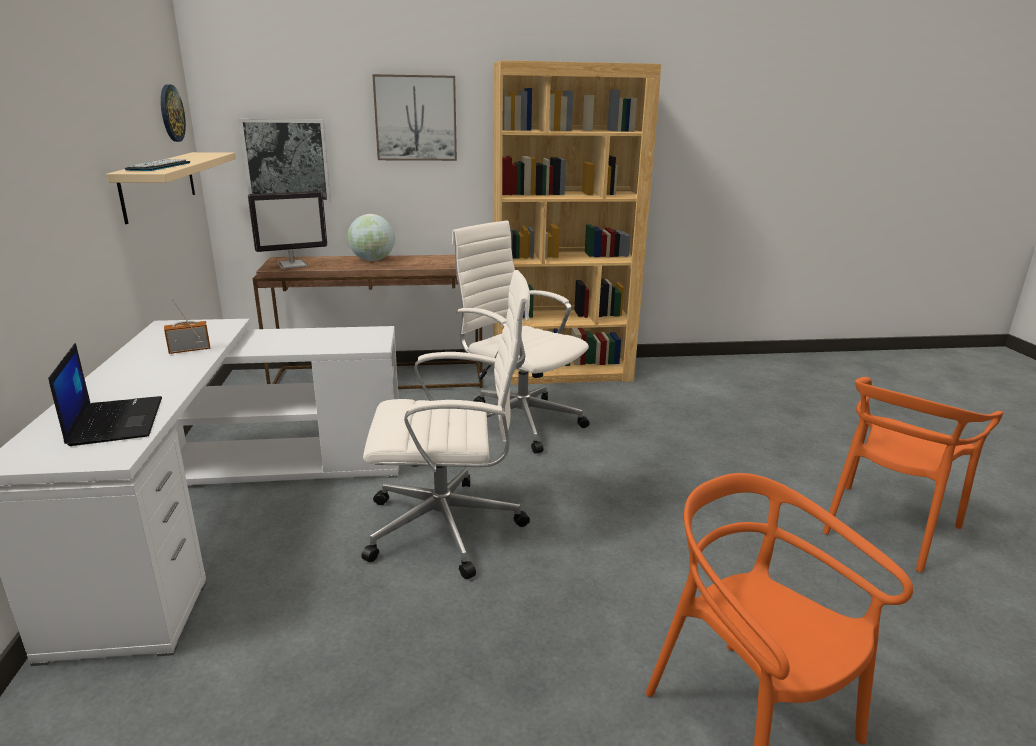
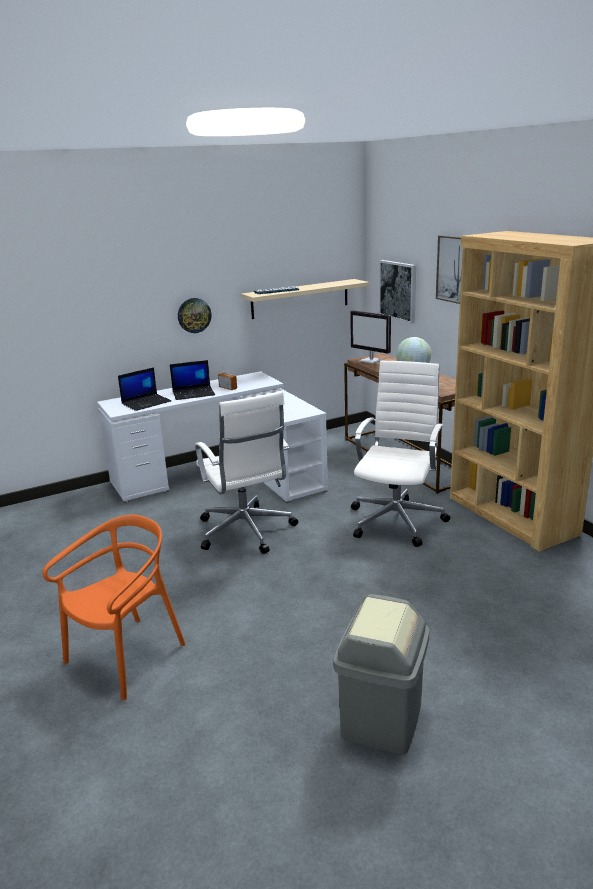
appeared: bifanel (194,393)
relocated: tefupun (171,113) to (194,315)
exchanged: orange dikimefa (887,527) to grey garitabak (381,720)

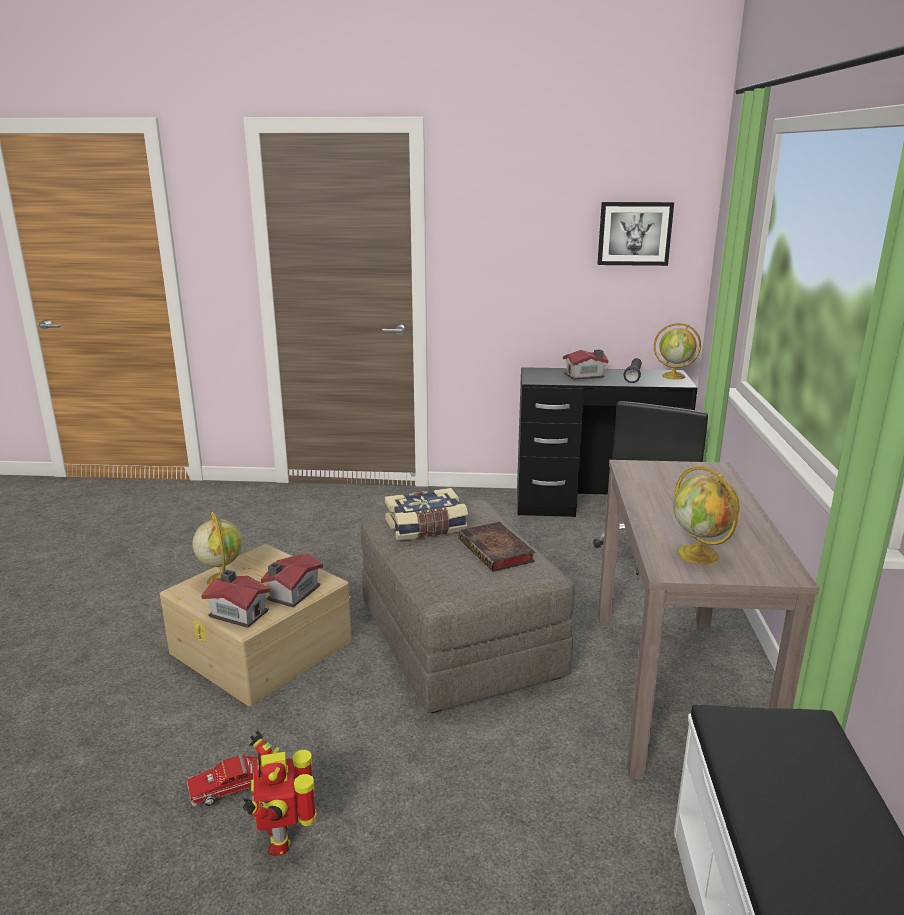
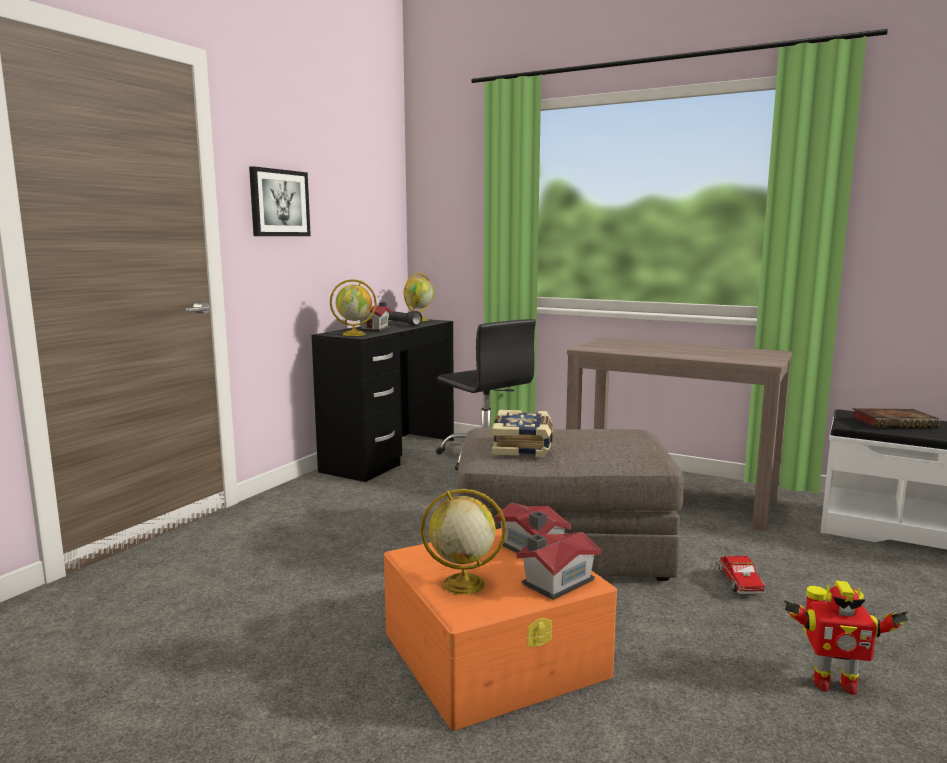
relocated: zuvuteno (634,233) to (279,203); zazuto (699,555) to (354,334); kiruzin (234,788) to (738,582); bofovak (497,551) to (895,423)
colour: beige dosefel (262,647) to orange dosefel (495,653)

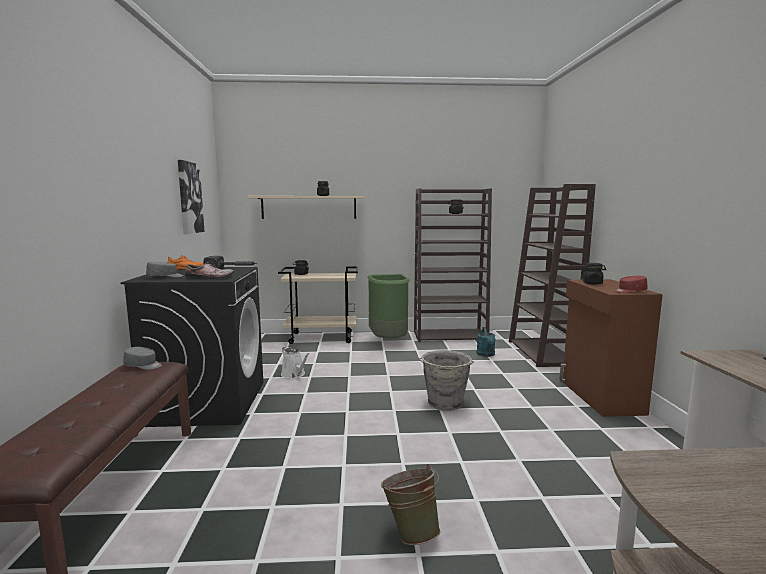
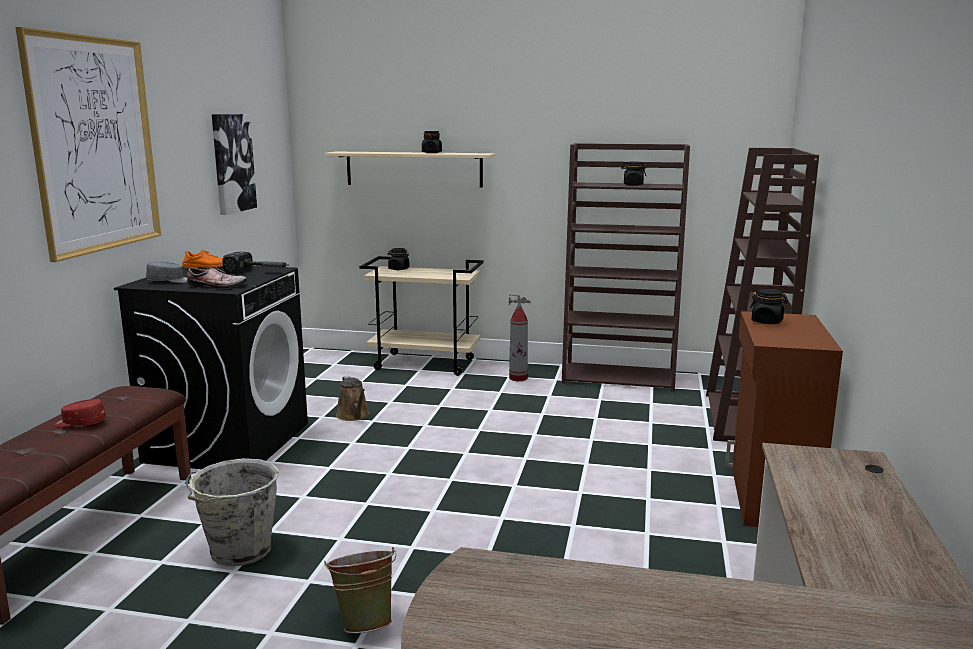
missing: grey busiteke (143,366); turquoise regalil (486,354)
appeared: zuvuteno (95,145)
relocated: red busiteke (629,291) to (80,424); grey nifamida (445,404) to (239,552)
exchanged: green garitabak (389,341) to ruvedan (518,378)
colour: white regalil (294,374) to brown regalil (354,416)

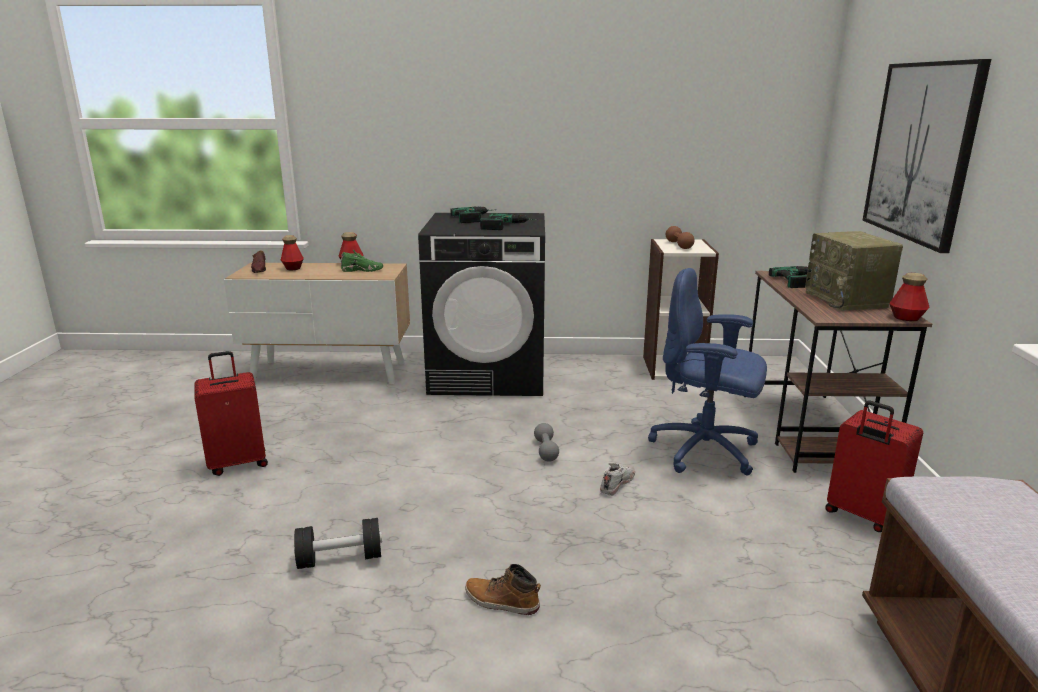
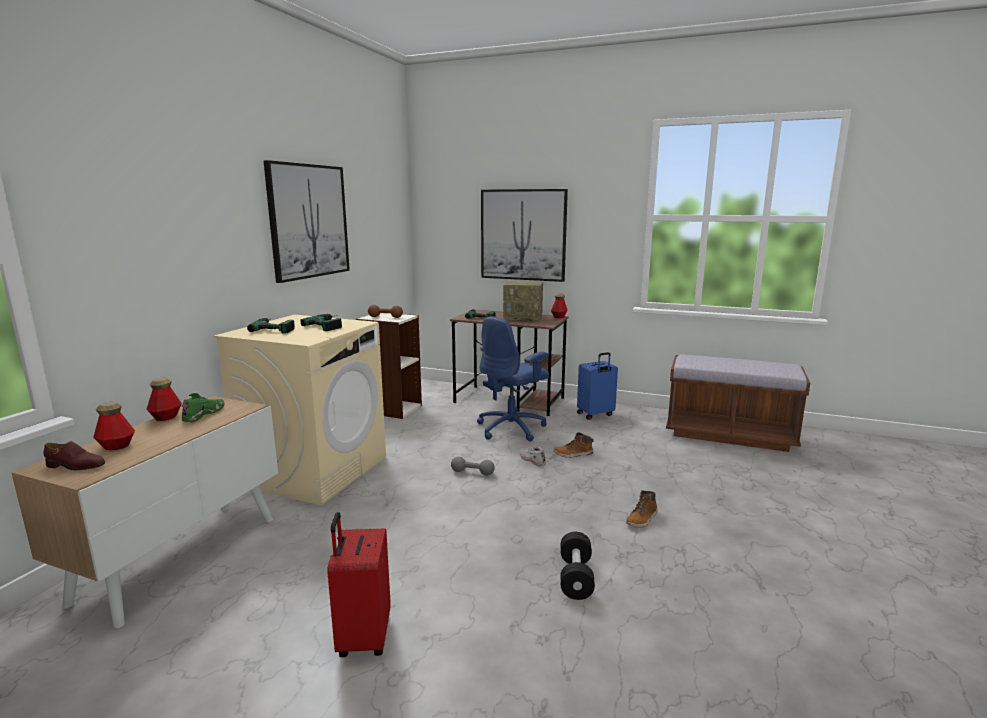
appeared: zuvuteno (309,221); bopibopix (573,454)
colour: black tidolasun (489,374) to beige tidolasun (315,470); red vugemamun (861,516) to blue vugemamun (595,414)

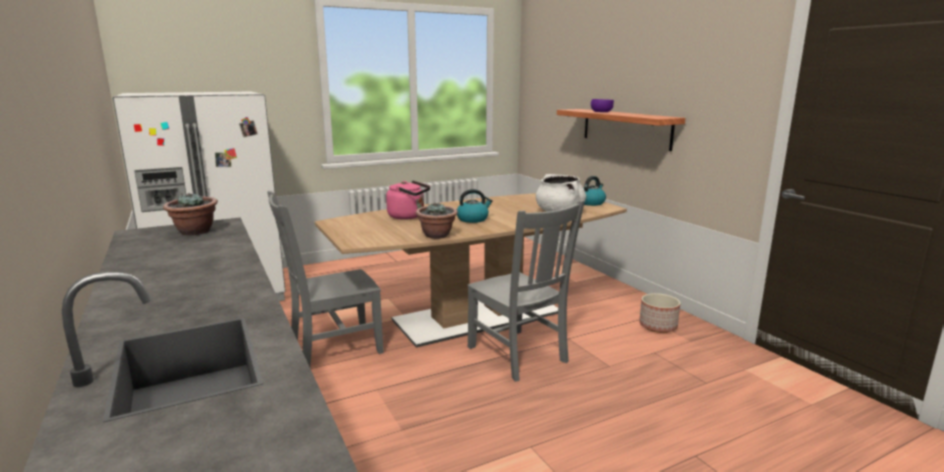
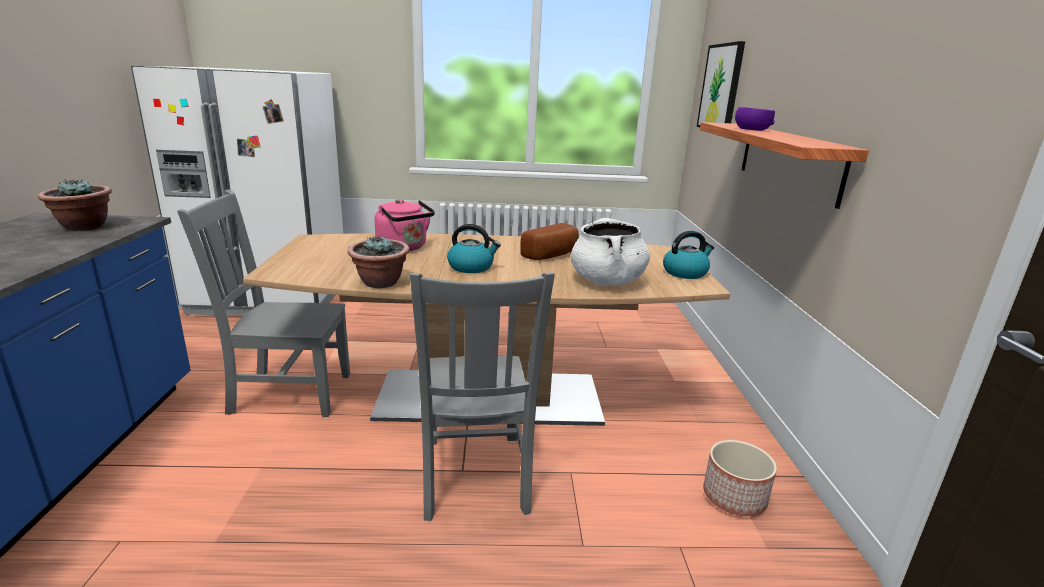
appeared: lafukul (553,255); zuvuteno (721,88)

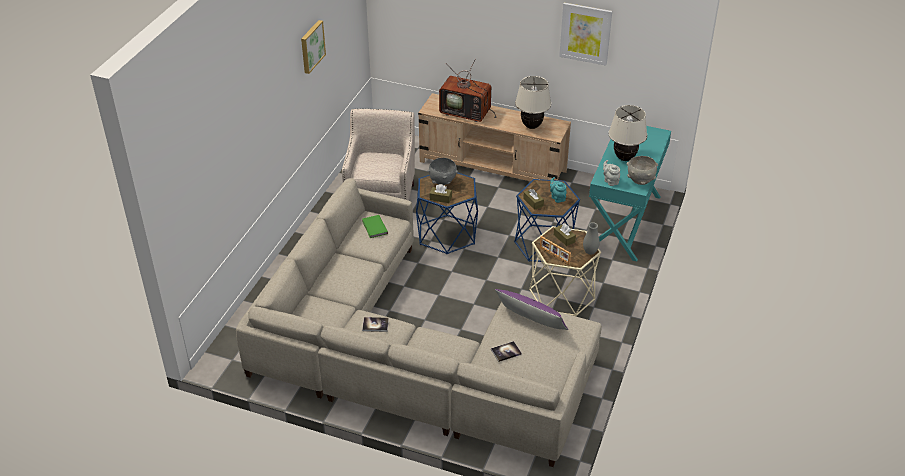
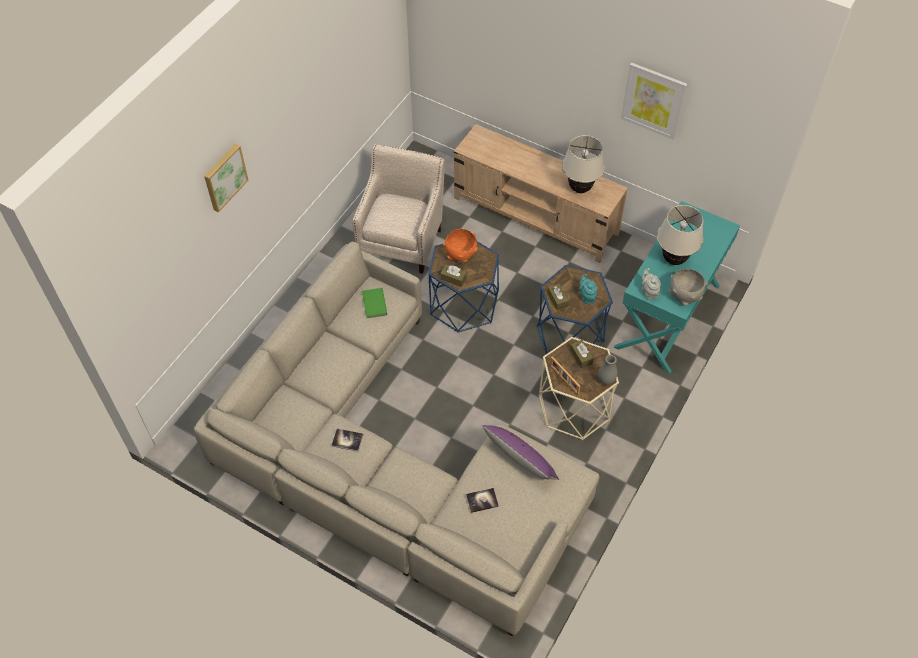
missing: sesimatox (467,112)
relocated: zuvuteno (311,46) to (224,177)
colour: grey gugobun (442,182) to orange gugobun (460,255)

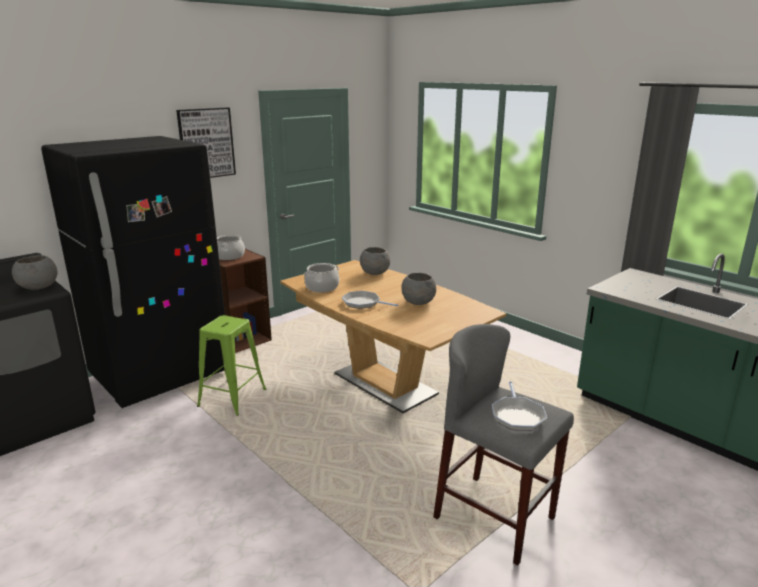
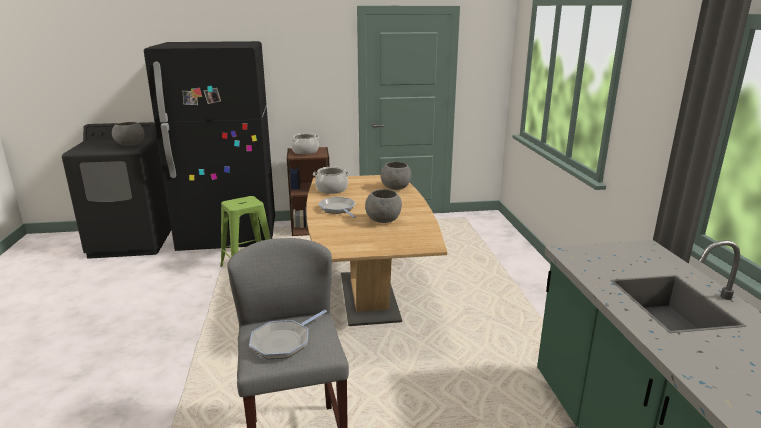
missing: zuvuteno (206,143)

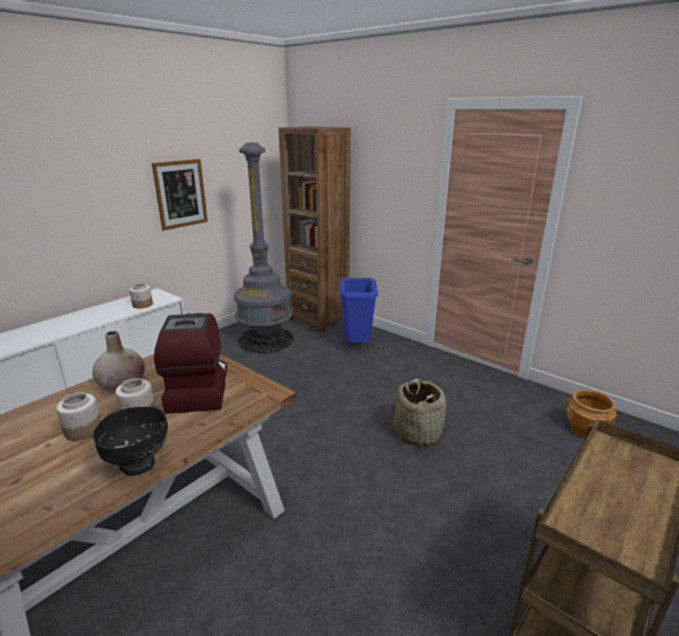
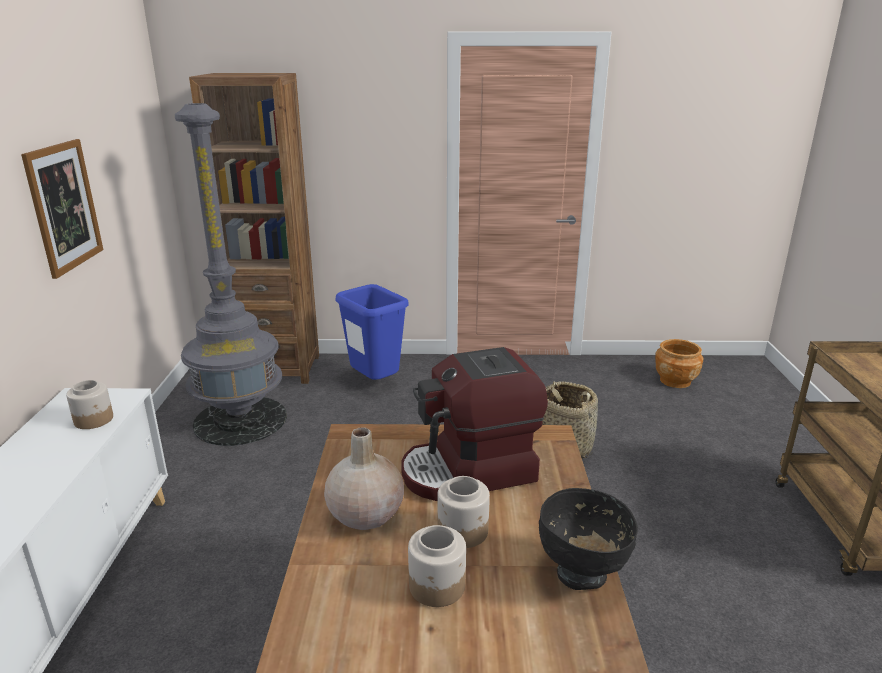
spun: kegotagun (197,389) = (470,472) 60 degrees counterclockwise

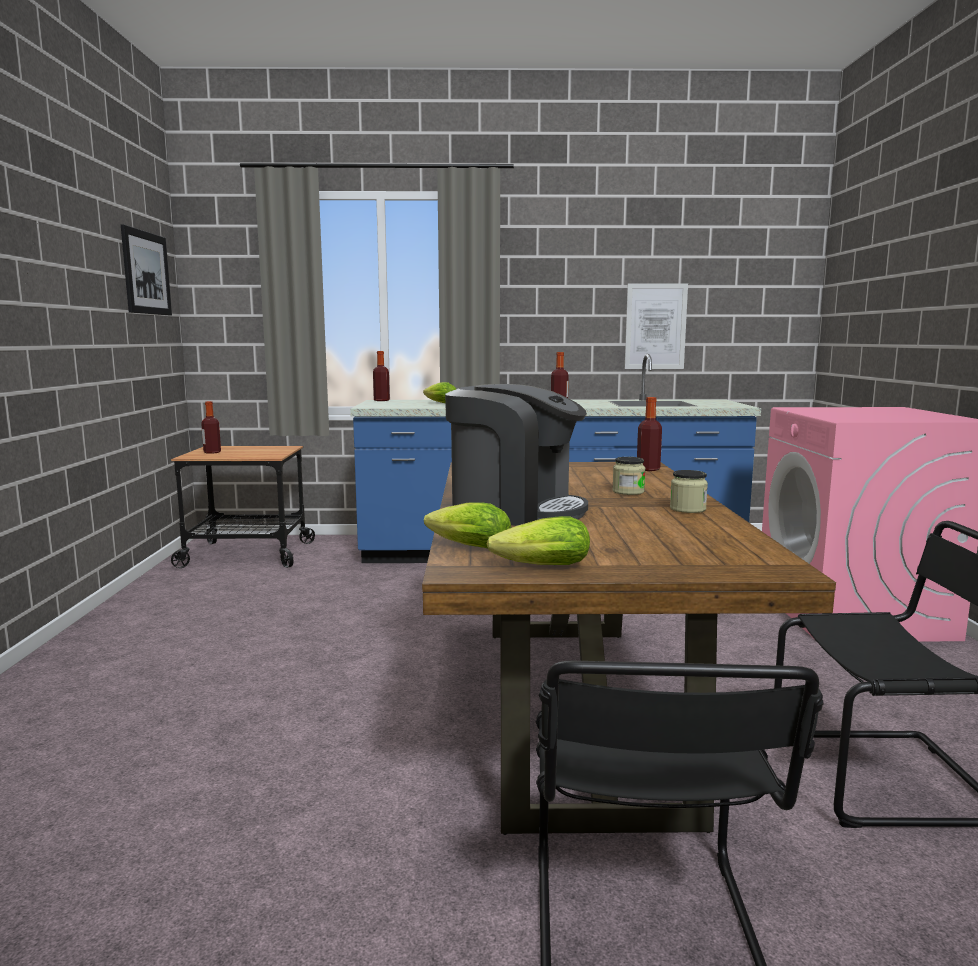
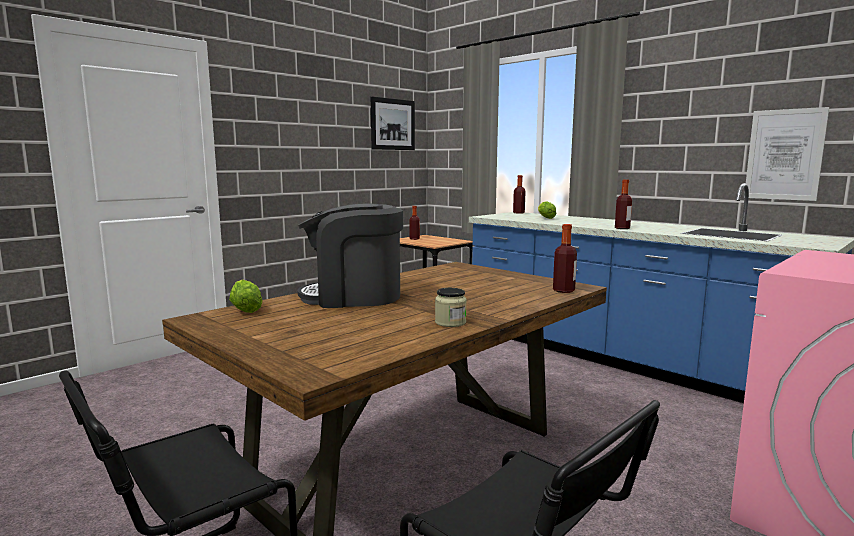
missing: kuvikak (537,567); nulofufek (628,492)
spun: kegotagun (515,510) = (353,296) 105 degrees clockwise

